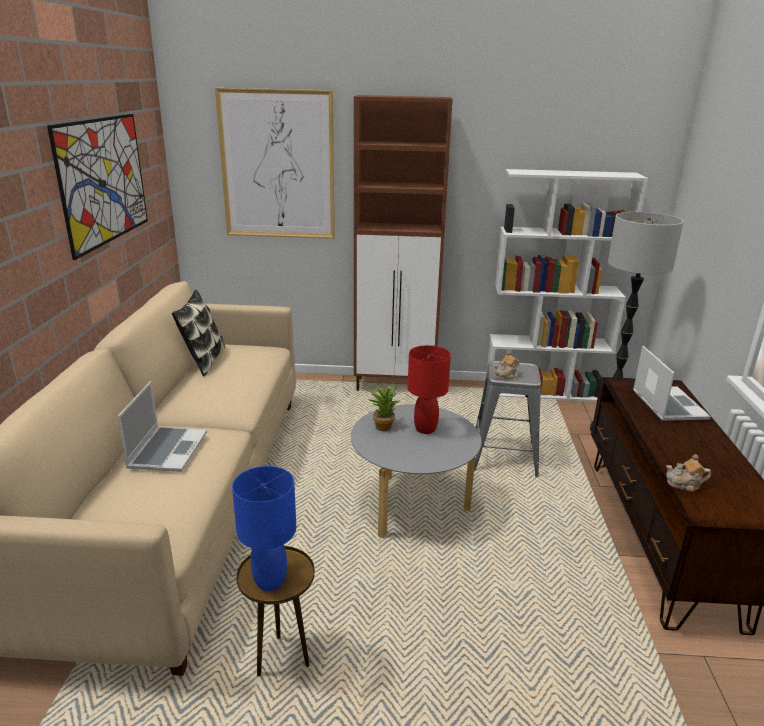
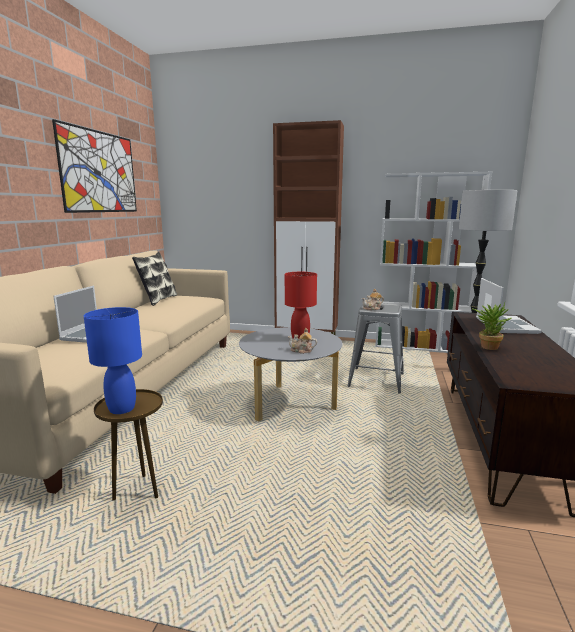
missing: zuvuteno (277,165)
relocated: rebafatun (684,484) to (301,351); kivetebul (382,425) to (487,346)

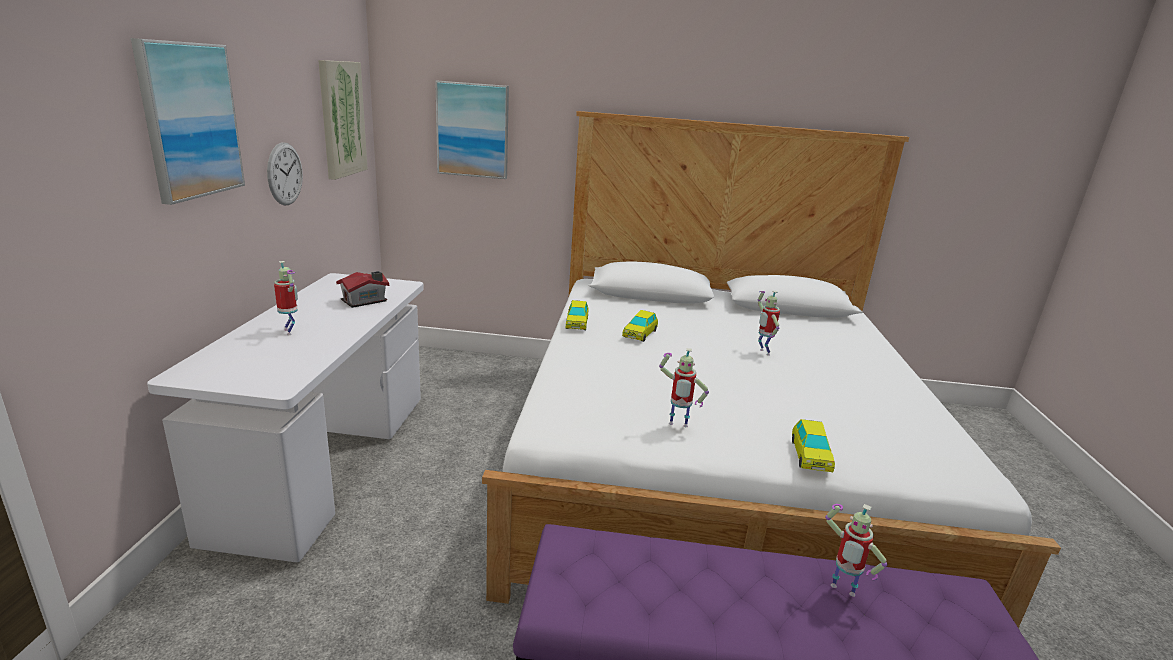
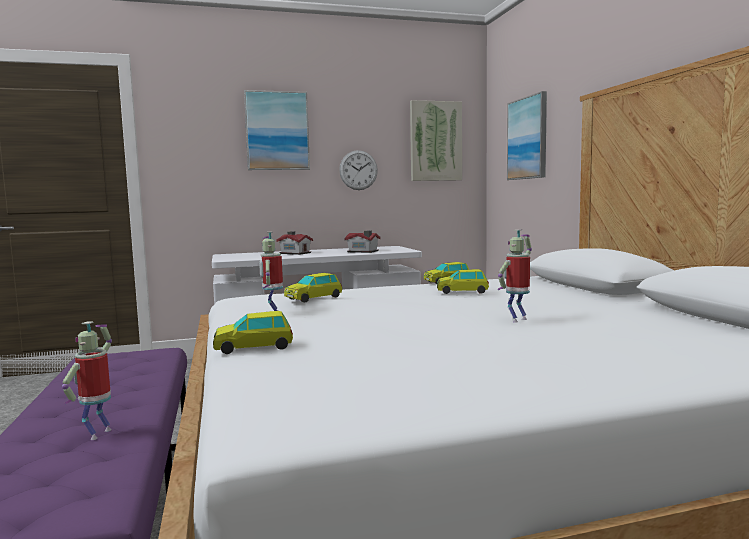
appeared: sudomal (313,298)
exchanged: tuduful (290,332) to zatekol (295,253)

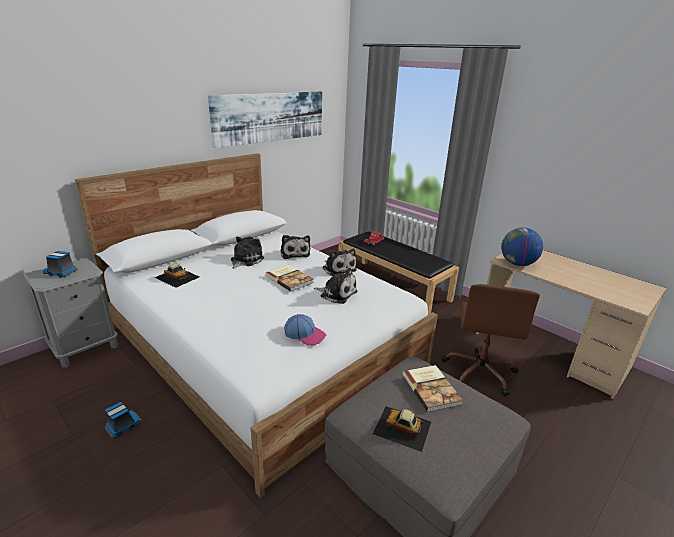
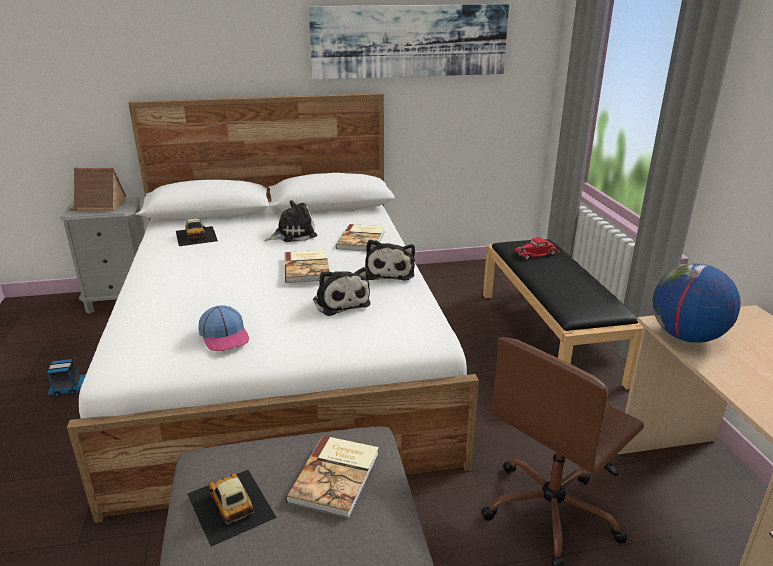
exchanged: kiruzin (61,273) to zatekol (98,206); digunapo (294,253) to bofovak (362,239)

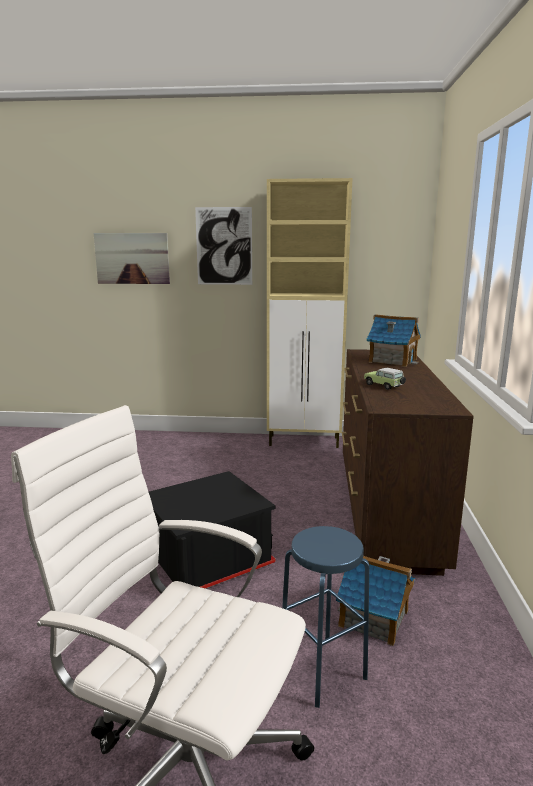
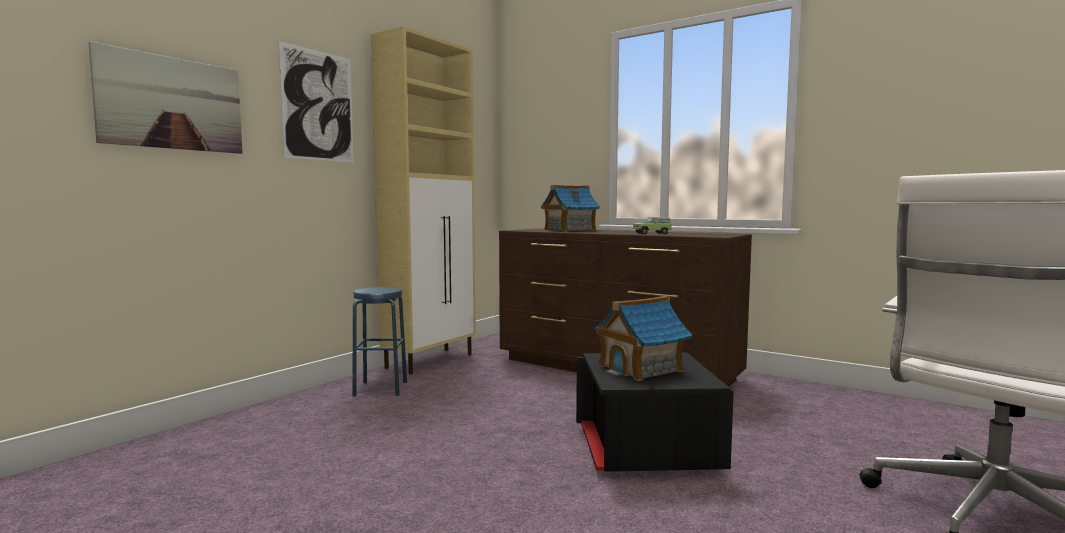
relocated: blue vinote (322,670) to (380,388); zatekol (374,618) to (641,368)

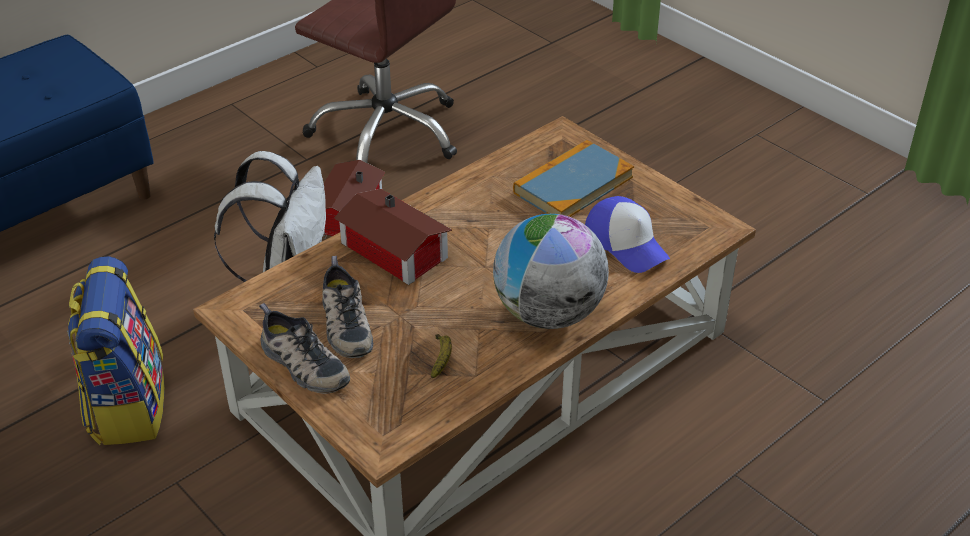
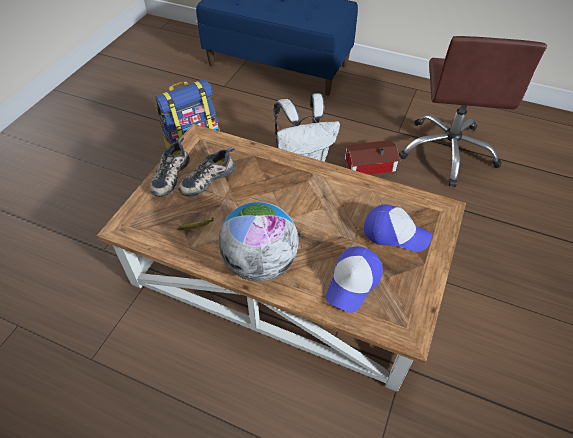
missing: zatekol (394,253)
exchanged: bofovak (573,185) to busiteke (395,233)

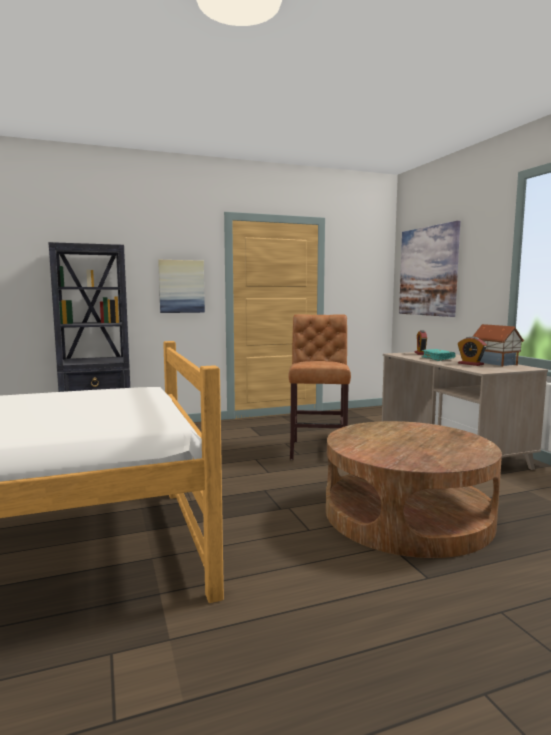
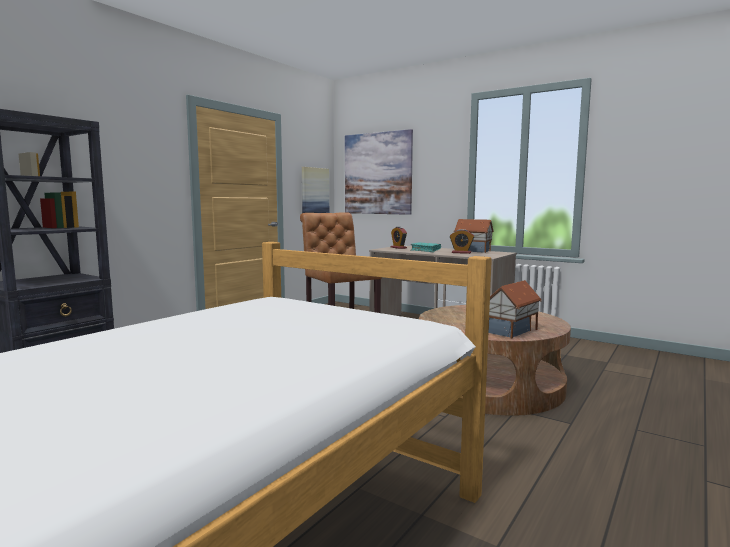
appeared: zatekol (512,331)
relocated: zuvuteno (181,286) to (314,190)

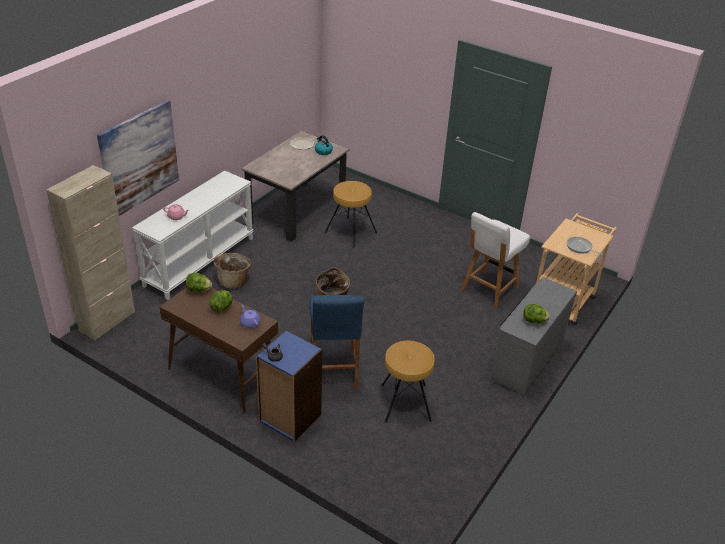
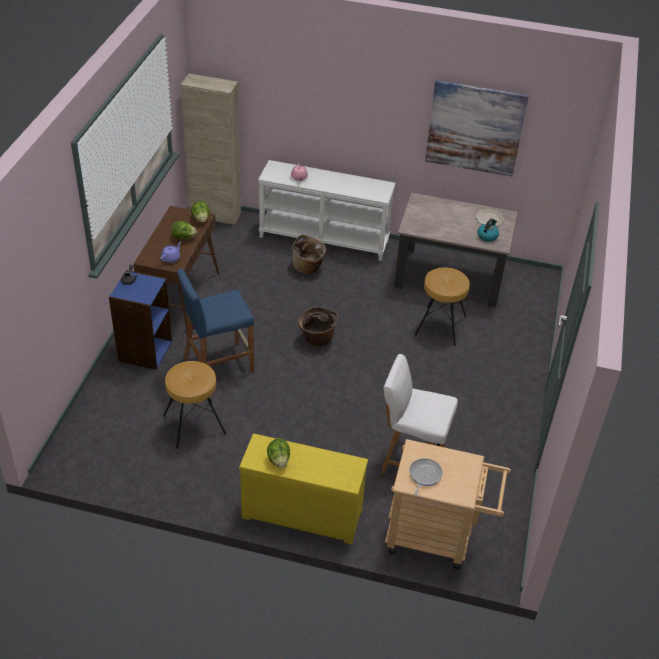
relocated: zuvuteno (139,158) to (475,128)
colour: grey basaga (525,359) to yellow basaga (302,511)

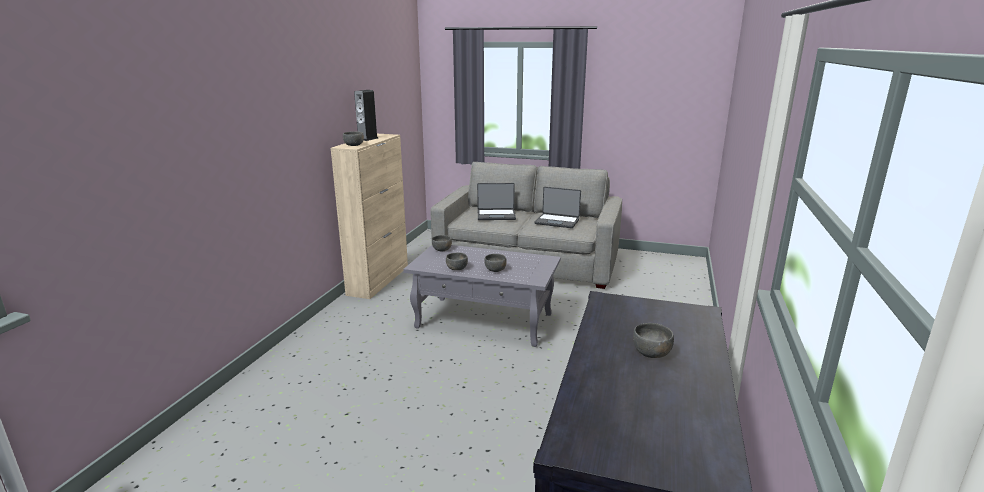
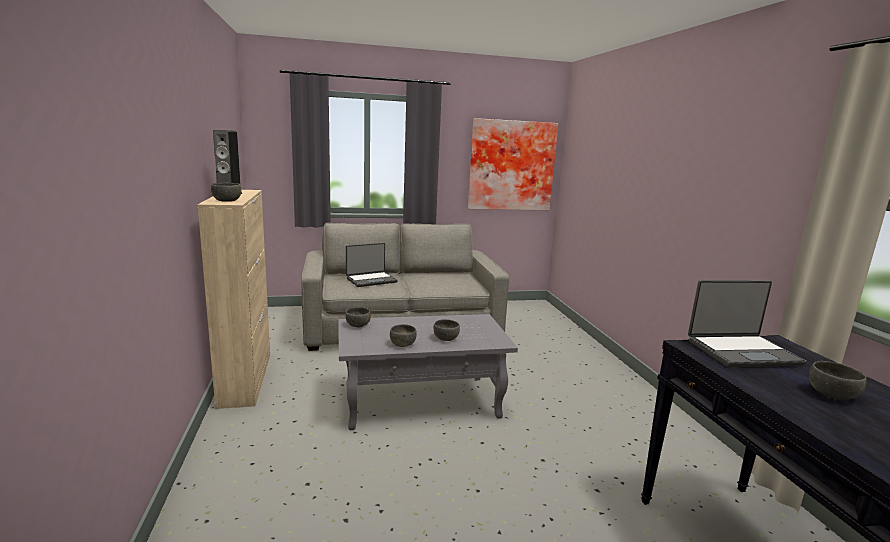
appeared: zuvuteno (511,165)
relocated: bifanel (557,221) to (741,351)

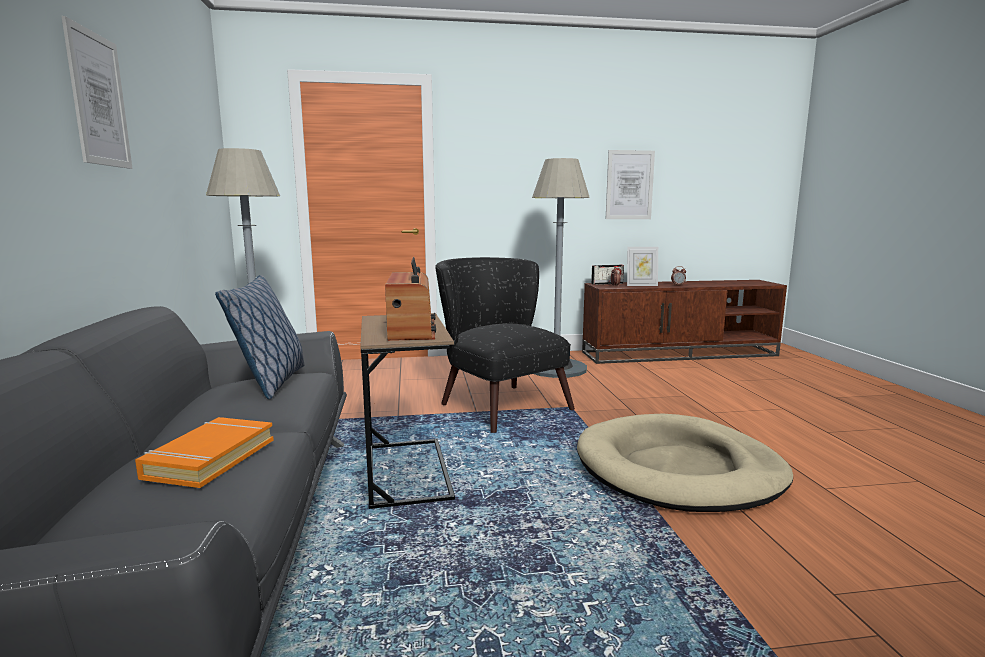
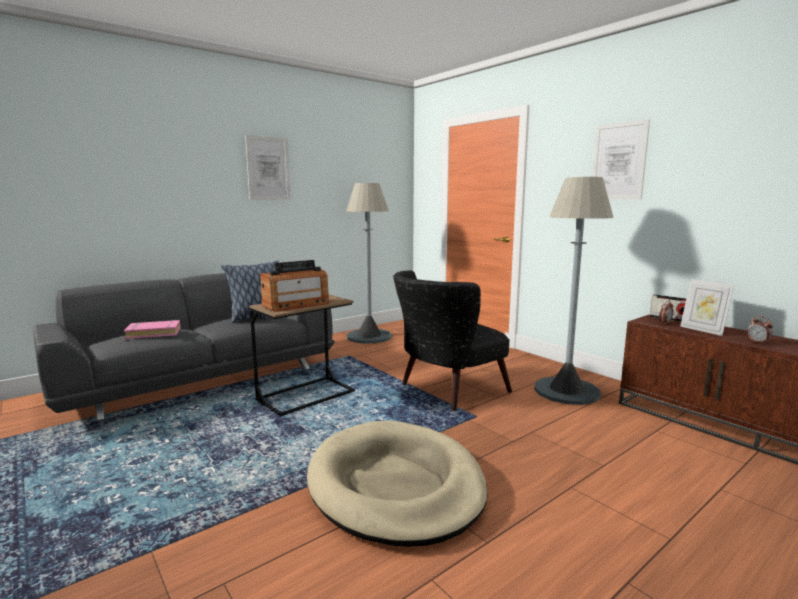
relocated: zuvuteno (629,185) to (618,161)
colour: orange bofovak (209,458) to pink bofovak (154,333)
spun: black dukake (497,403) = (445,390) 150 degrees counterclockwise

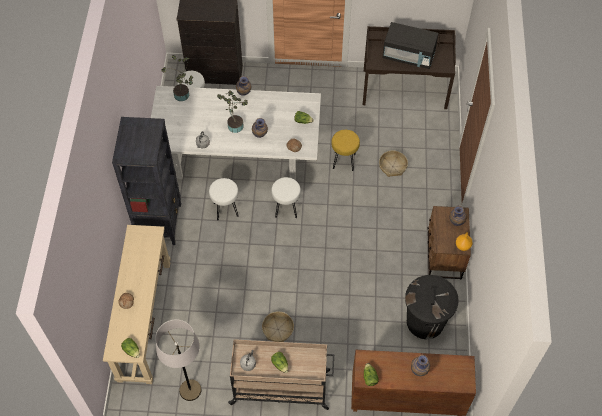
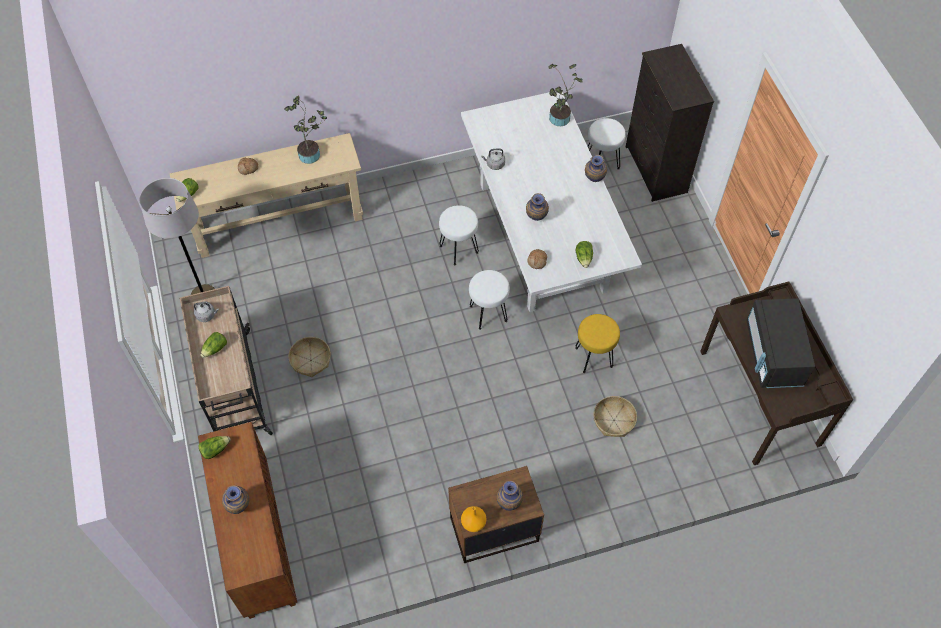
missing: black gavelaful (160,223); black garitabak (425,321)
relocated: kivetebul (235,124) to (311,154)

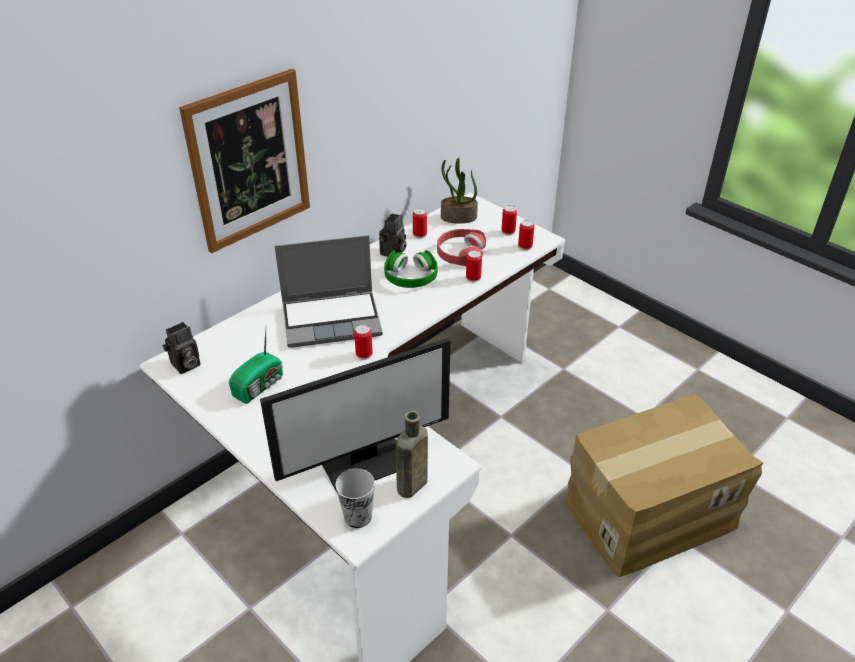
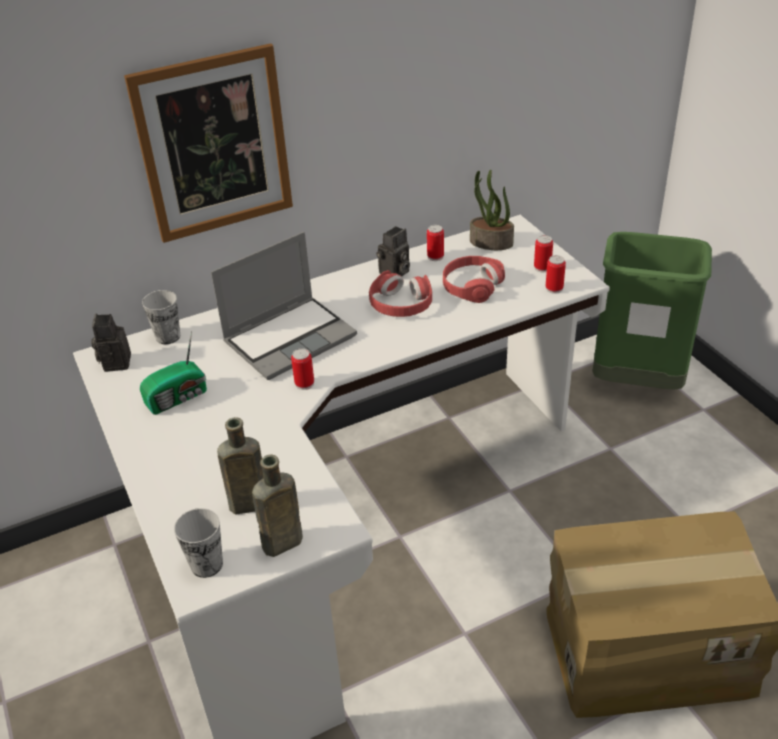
missing: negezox (473,278)
appeared: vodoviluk (168,336); green garitabak (637,383)
exchanged: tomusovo (366,461) to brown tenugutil (246,505)
colour: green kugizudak (411,277) to red kugizudak (401,304)
spun: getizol (185,365) = (115,362) 105 degrees clockwise; bifanel (332,319) = (290,338) 45 degrees counterclockwise

